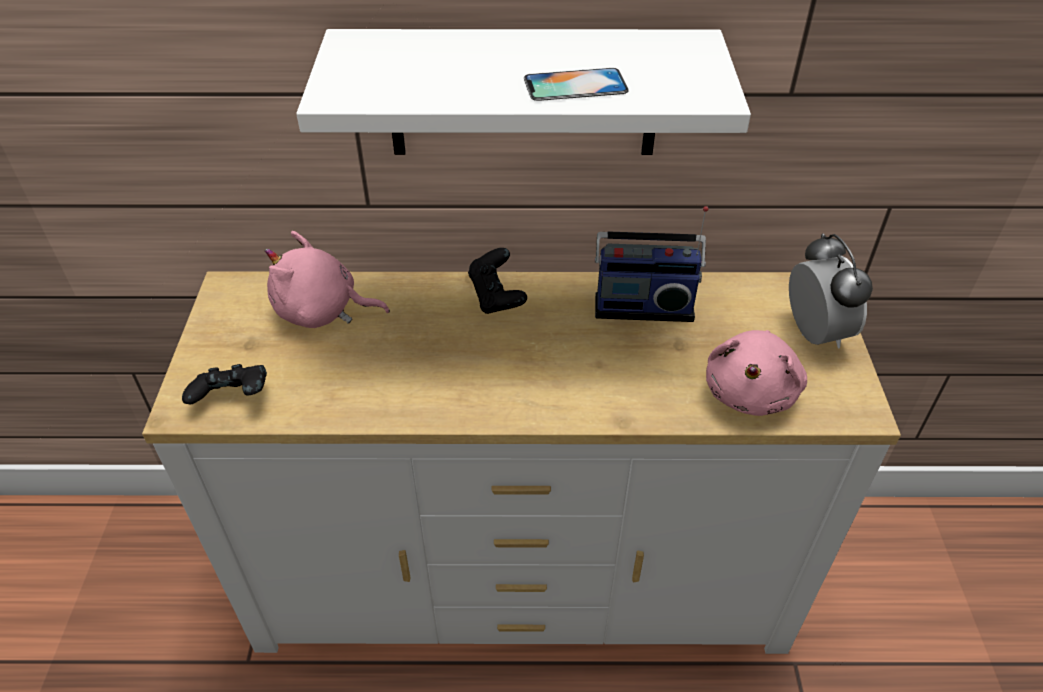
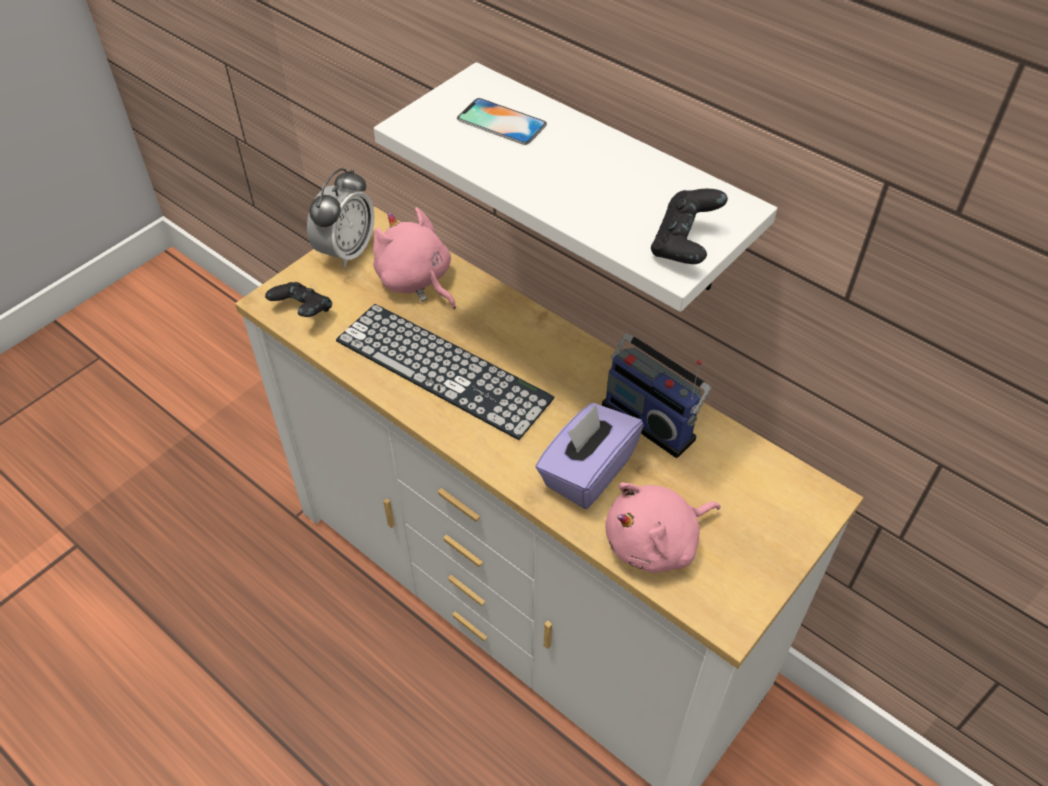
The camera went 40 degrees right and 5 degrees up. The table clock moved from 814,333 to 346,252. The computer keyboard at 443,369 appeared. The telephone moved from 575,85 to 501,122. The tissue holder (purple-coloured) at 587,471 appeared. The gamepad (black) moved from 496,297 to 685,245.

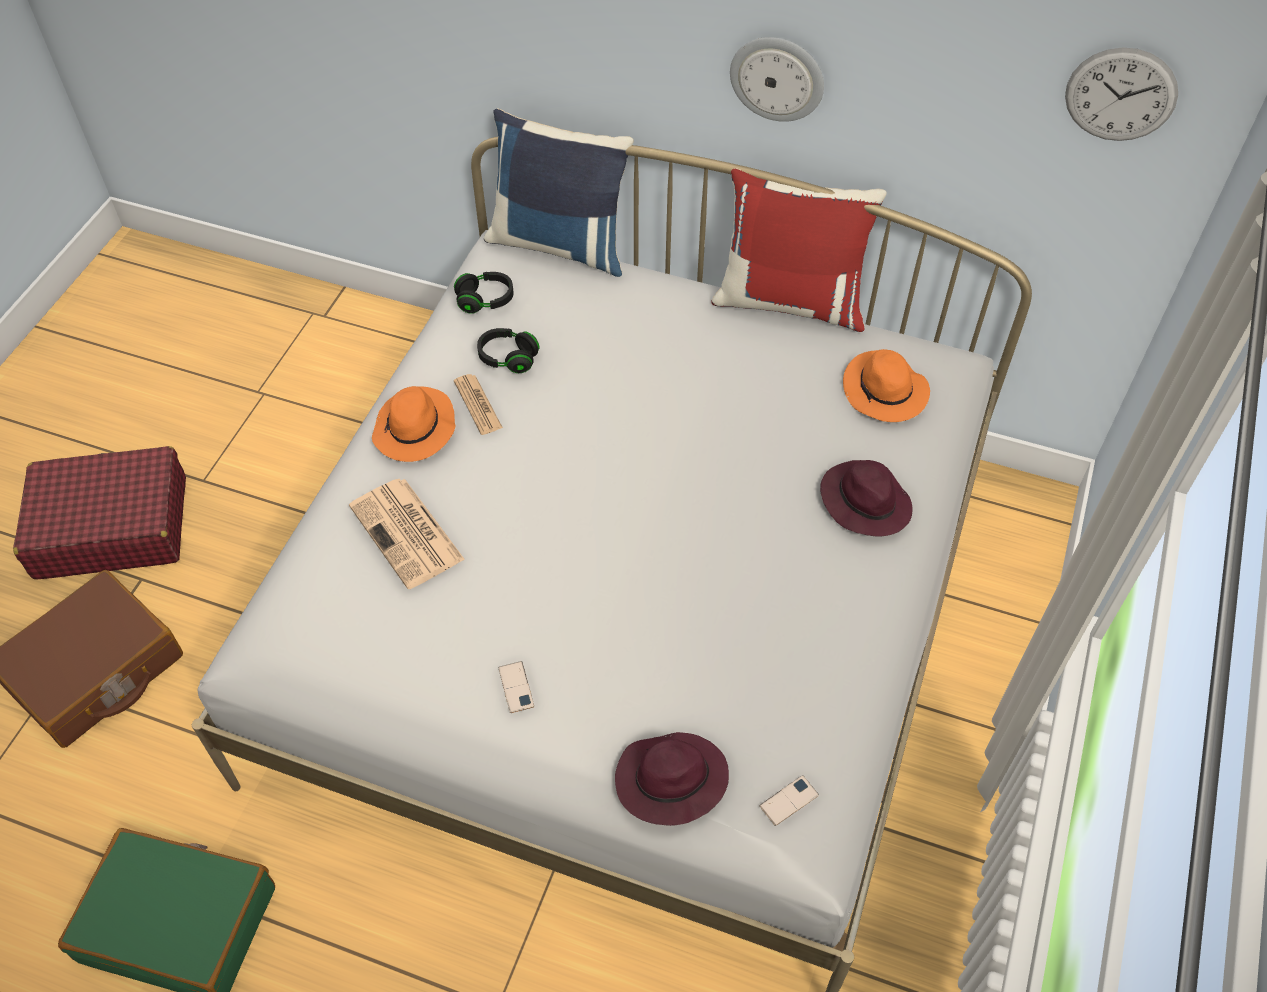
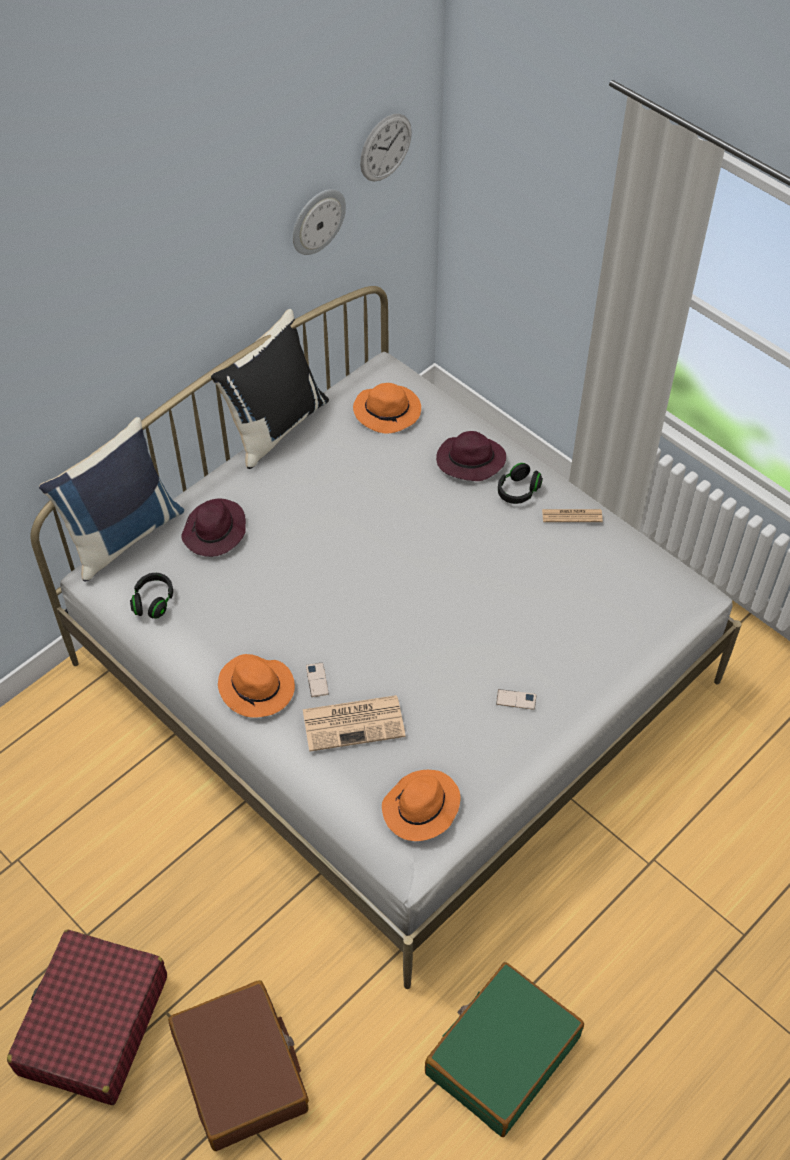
The camera went 65 degrees left and 0 degrees up. The hat (purple-coloured) moved from 669,781 to 215,532. The pillow (red-coloured) at 791,301 became the pillow (black) at 275,425. The hanging clock moved from 777,78 to 317,221. The telephone moved from 789,800 to 317,680. The hat (orange) at 420,808 appeared. The headphones (black) moved from 508,358 to 518,491. The newspaper moved from 478,405 to 572,516.

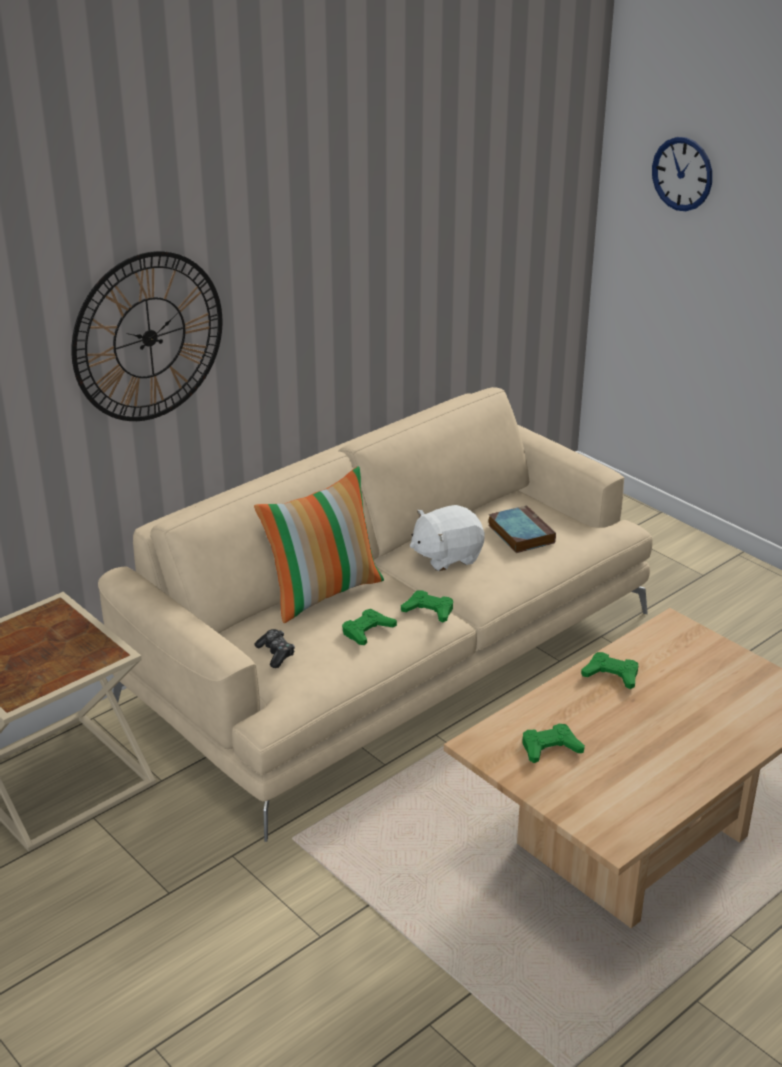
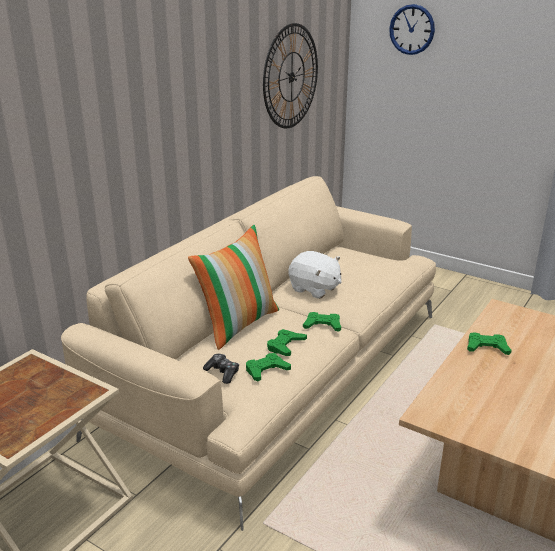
The camera went 15 degrees left and 5 degrees down. The gamepad (green) moved from 550,748 to 266,370. The hanging clock moved from 149,337 to 291,77. The plush toy (whitish) at 446,556 turned 105 degrees counterclockwise. The bound book at 520,533 disappeared.

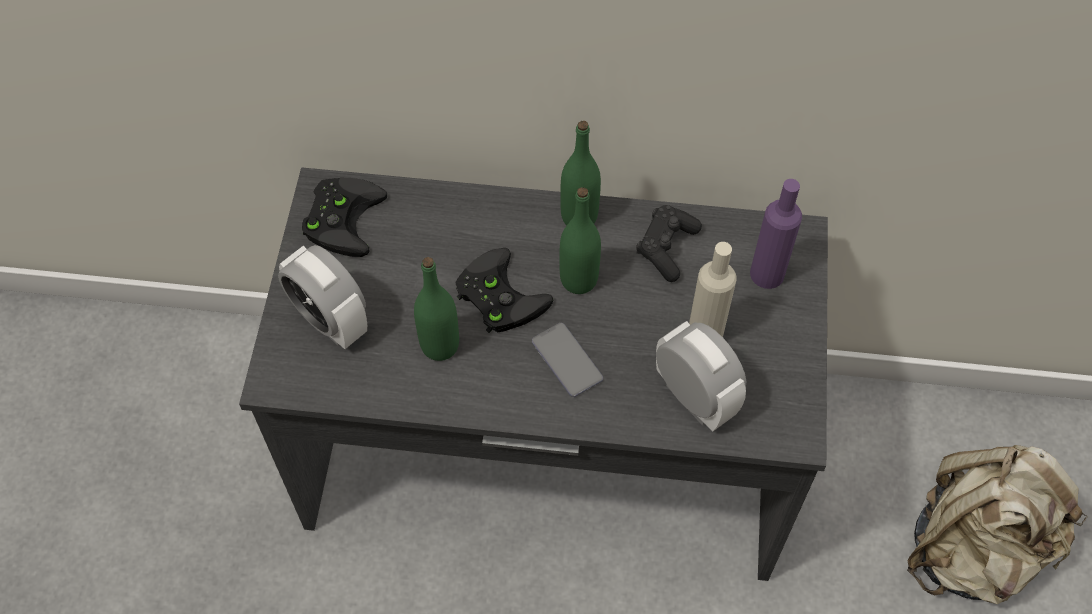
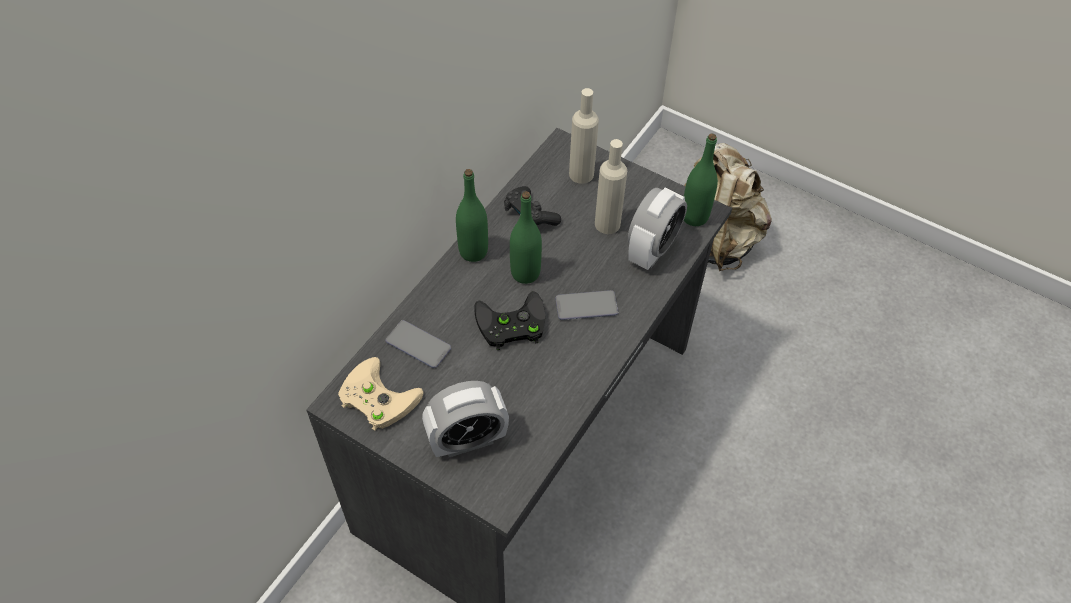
The camera went 65 degrees left and 5 degrees down. The gamepad (black) at 341,217 became the gamepad (beige) at 375,398. The telephone at 418,345 appeared. The beverage bottle (purple-coloured) at 767,274 became the beverage bottle (beige) at 581,174. The table clock at 694,398 turned 135 degrees clockwise. The beverage bottle (green) moved from 440,345 to 694,216.

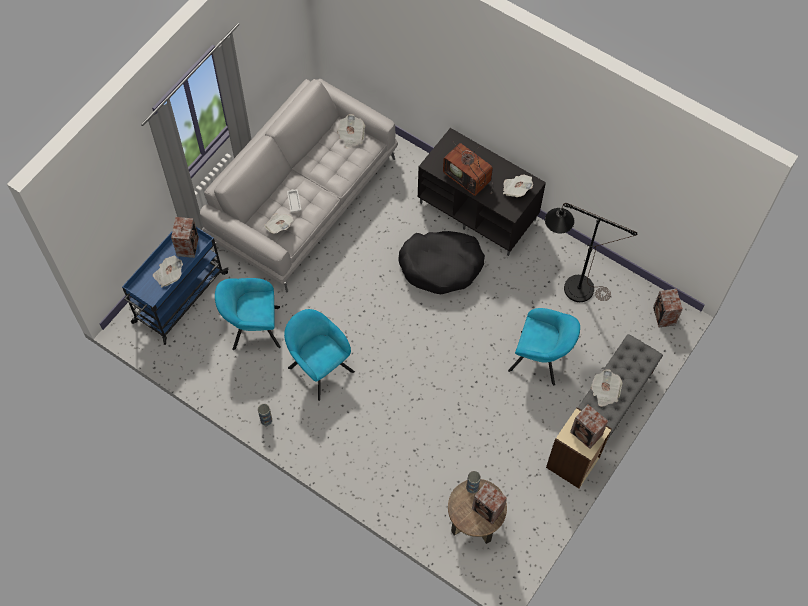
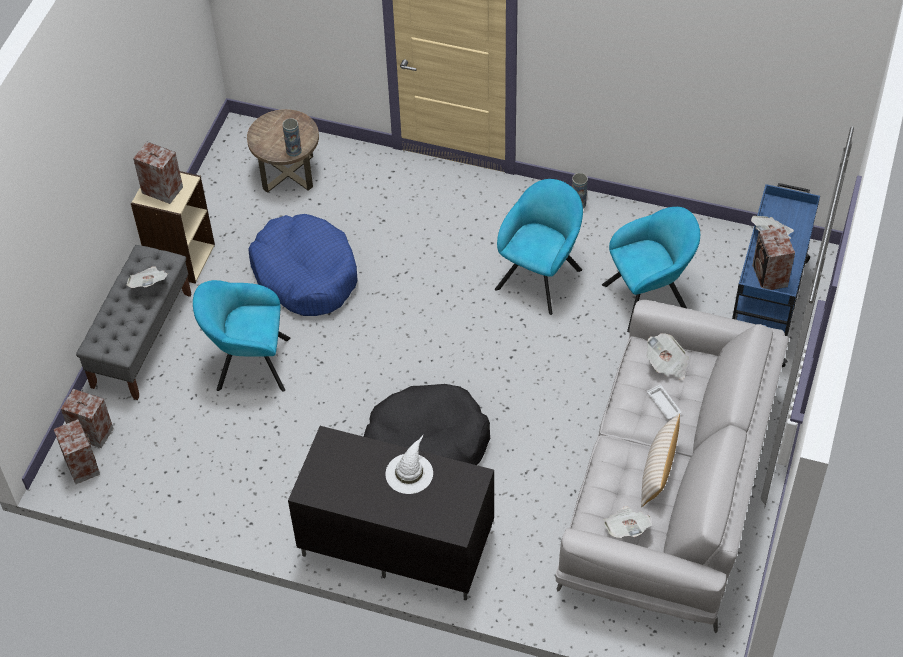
The camera went 165 degrees right and 10 degrees down. The audio speaker moved from 488,510 to 91,432. The pet bed (bluish) at 305,274 appeared. The TV set at 469,178 was replaced by the hat (whitish) at 409,472. The easy chair (blue-green) at 318,367 turned 90 degrees counterclockwise. The pillow (beige) at 658,471 appeared. The newspaper at 516,189 disappeared. The standing lamp (black) at 570,287 disappeared.

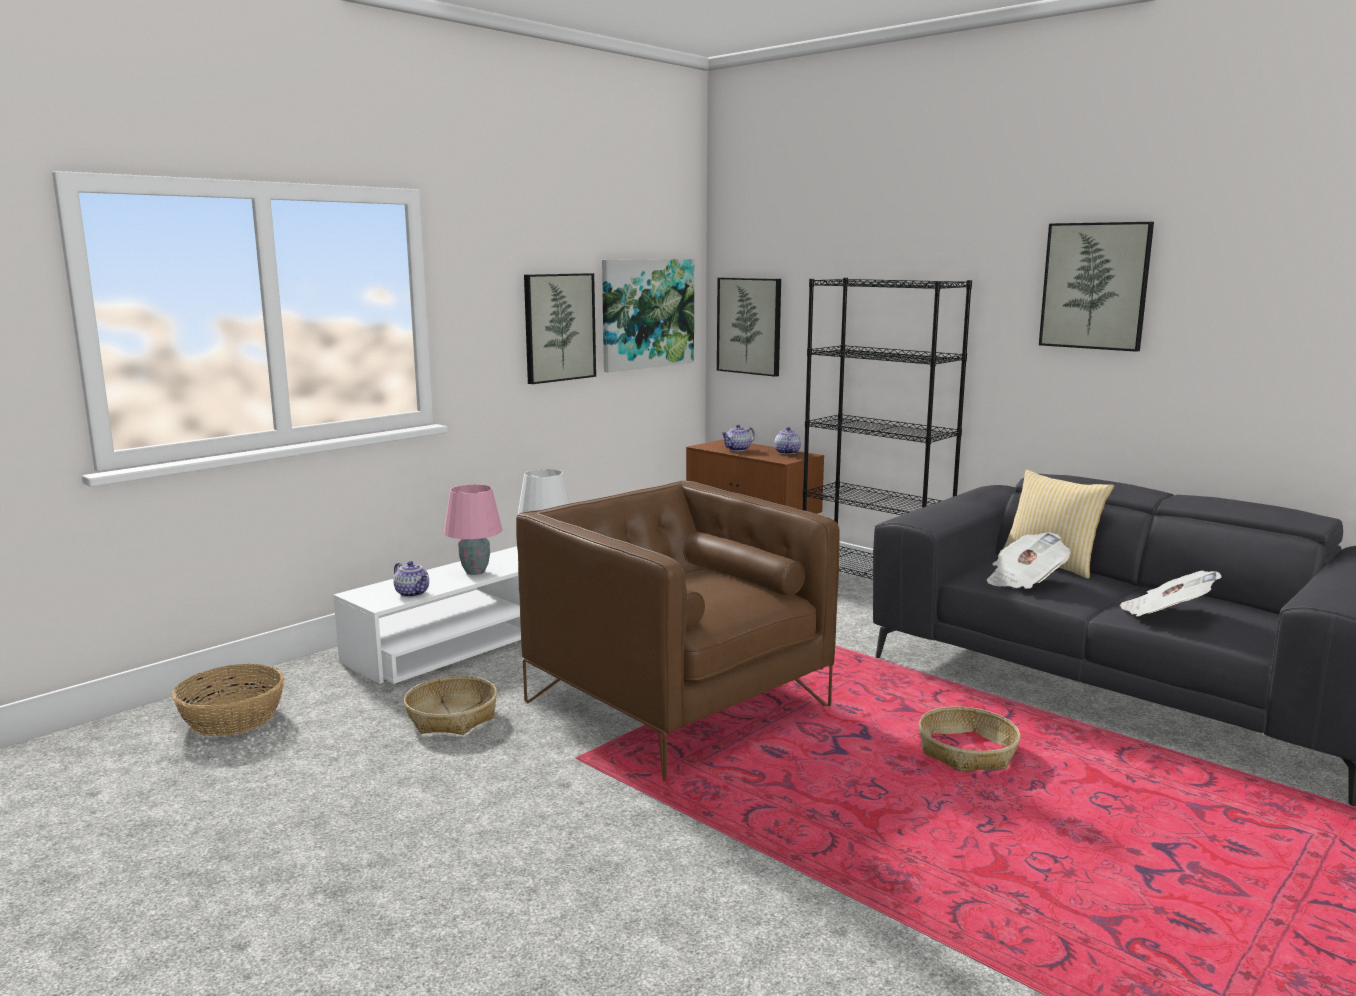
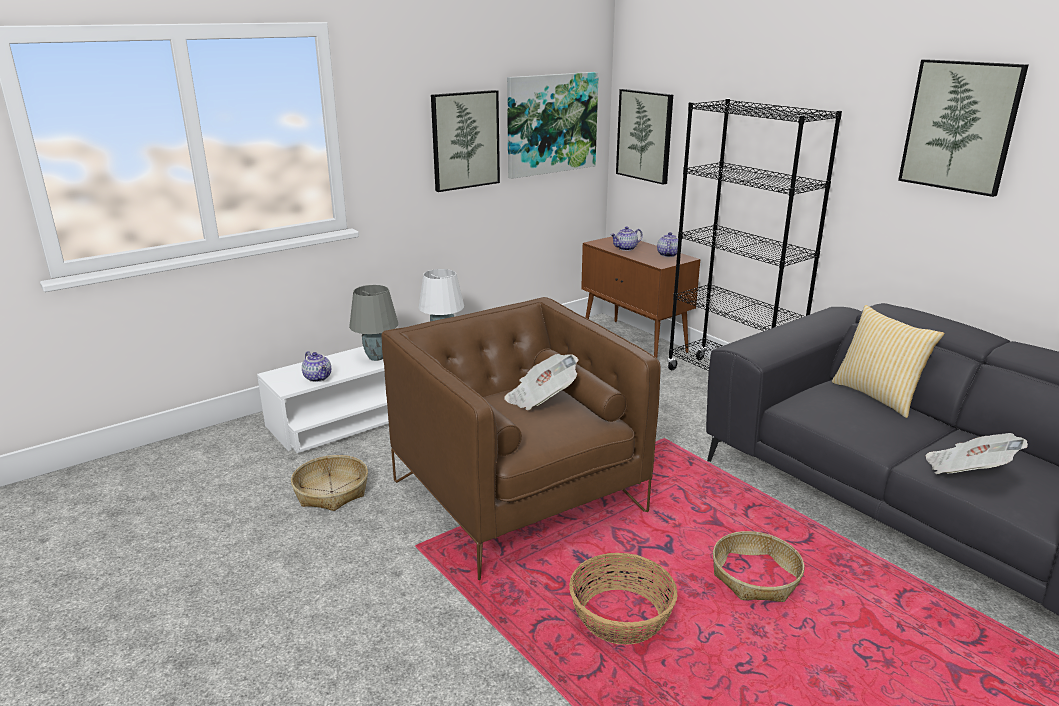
The camera went 10 degrees right and 10 degrees up. The lamp for a table (pink) at 474,572 became the lamp for a table (gray) at 376,357. The newspaper moved from 1024,581 to 541,399. The storage basket moved from 234,718 to 621,616.

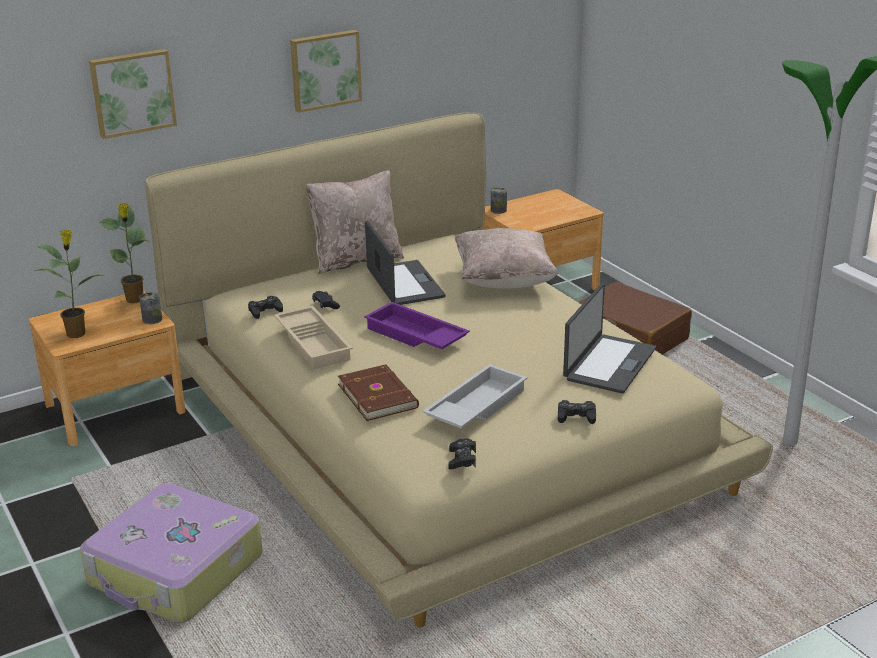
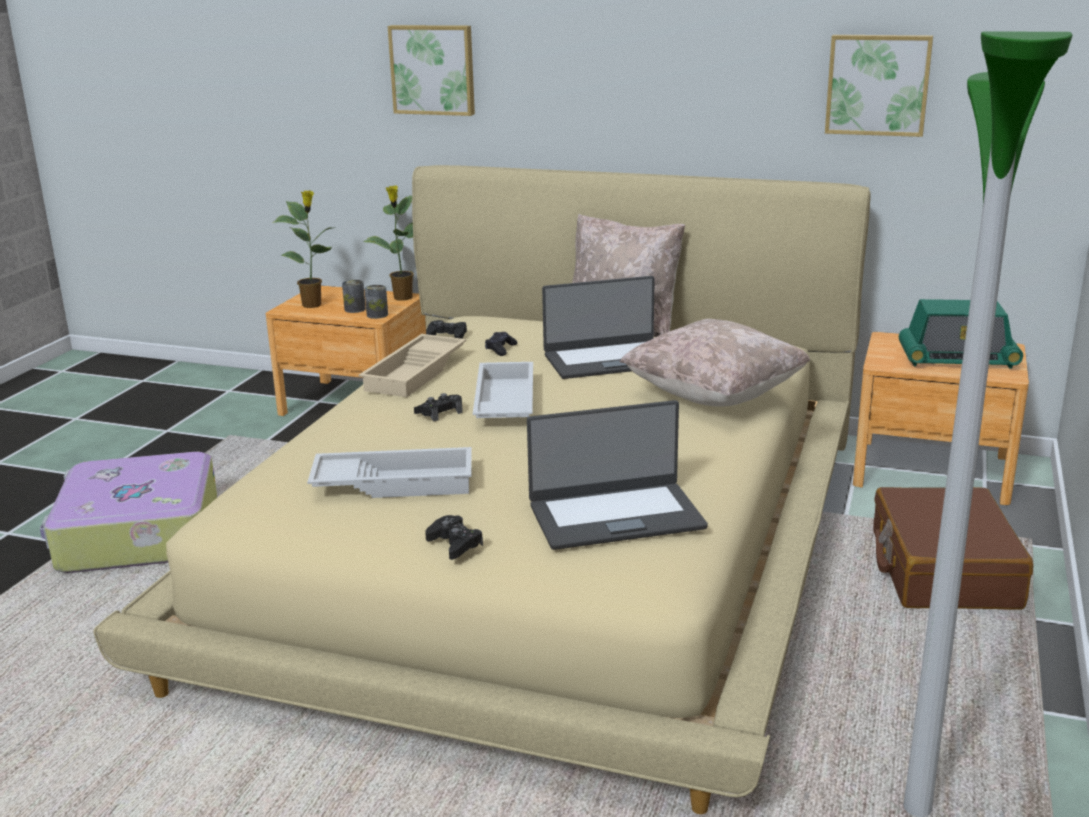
The camera went 50 degrees right and 5 degrees down. The can moved from 498,210 to 355,309. The gamepad (black) moved from 462,459 to 439,413. The carrying tray (purple-coloured) at 414,336 became the carrying tray (whitish) at 503,403. The portable computer at 403,284 turned 45 degrees clockwise. The wall picture moved from 325,70 to 878,84. The radio receiver at 957,359 appeared. The bound book (brown) at 378,395 disappeared.

